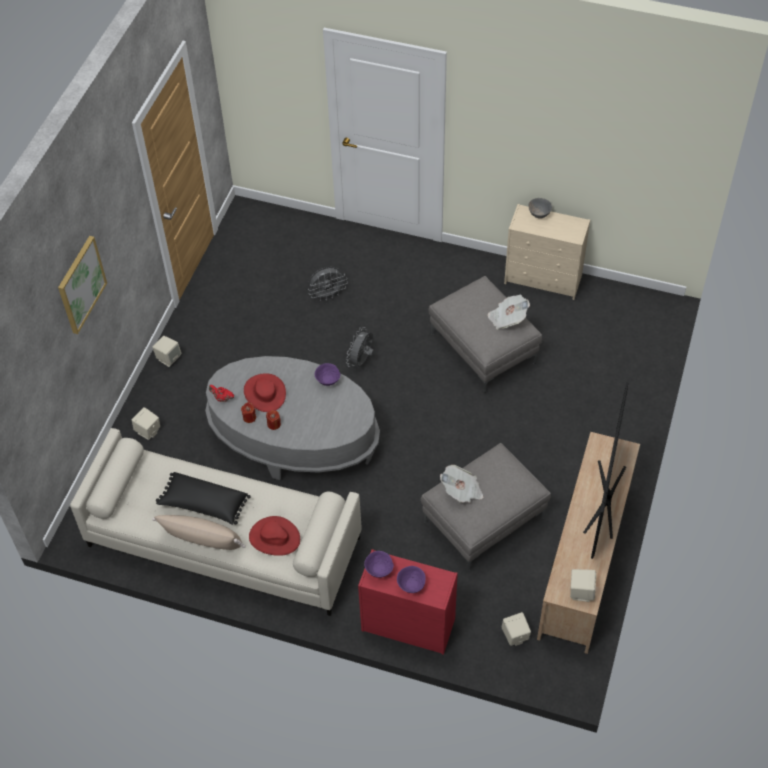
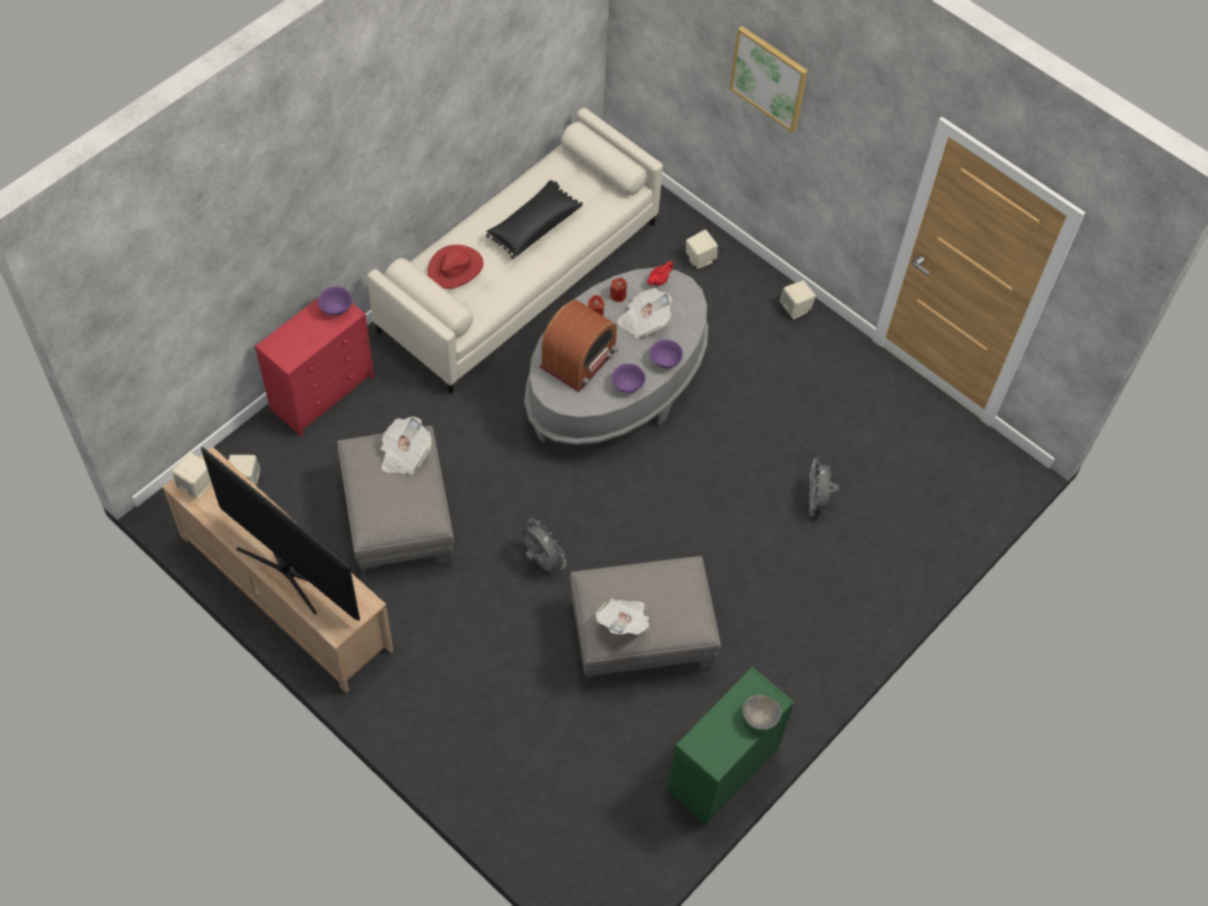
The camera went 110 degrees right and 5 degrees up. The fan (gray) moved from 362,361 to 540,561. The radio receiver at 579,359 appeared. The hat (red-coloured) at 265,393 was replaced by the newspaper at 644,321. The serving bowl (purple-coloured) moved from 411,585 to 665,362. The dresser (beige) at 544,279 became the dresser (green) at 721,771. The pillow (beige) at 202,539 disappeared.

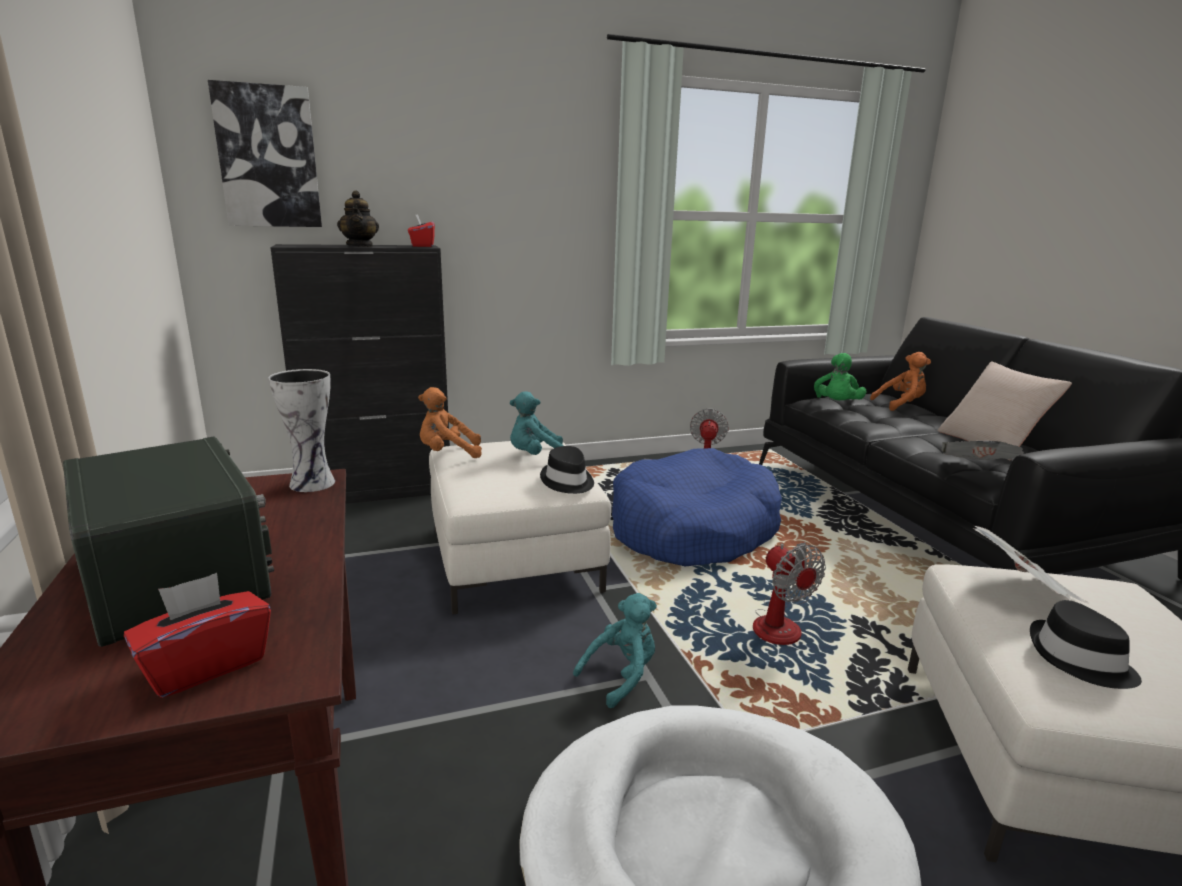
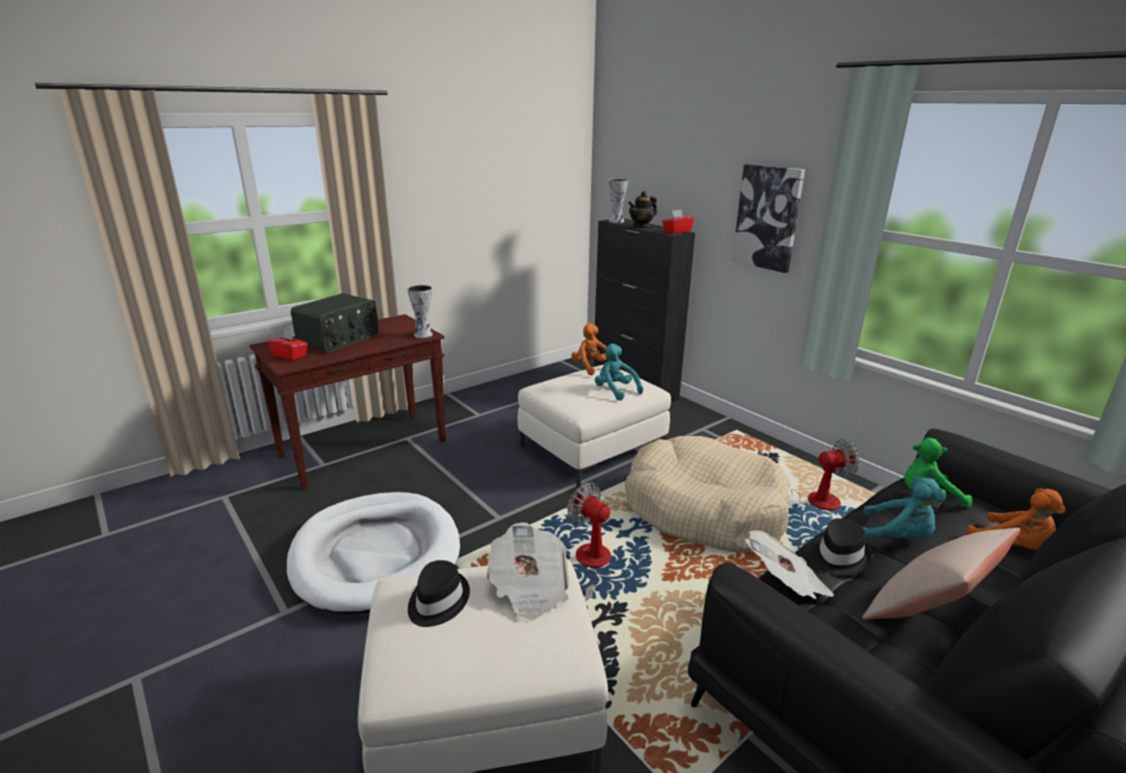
The camera went 70 degrees right and 5 degrees up. The fan at 781,622 turned 90 degrees clockwise. The vase at 616,221 appeared. The pet bed (bluish) at 692,529 became the pet bed (beige) at 704,509. The wall picture moved from 268,157 to 768,217. The hat (black) moved from 567,481 to 838,555. The plush toy (blue-green) moved from 621,676 to 897,537.

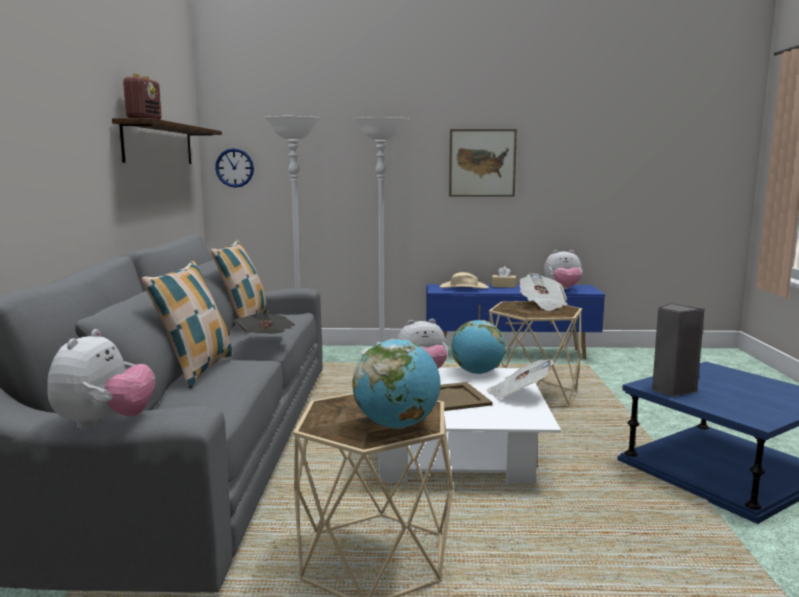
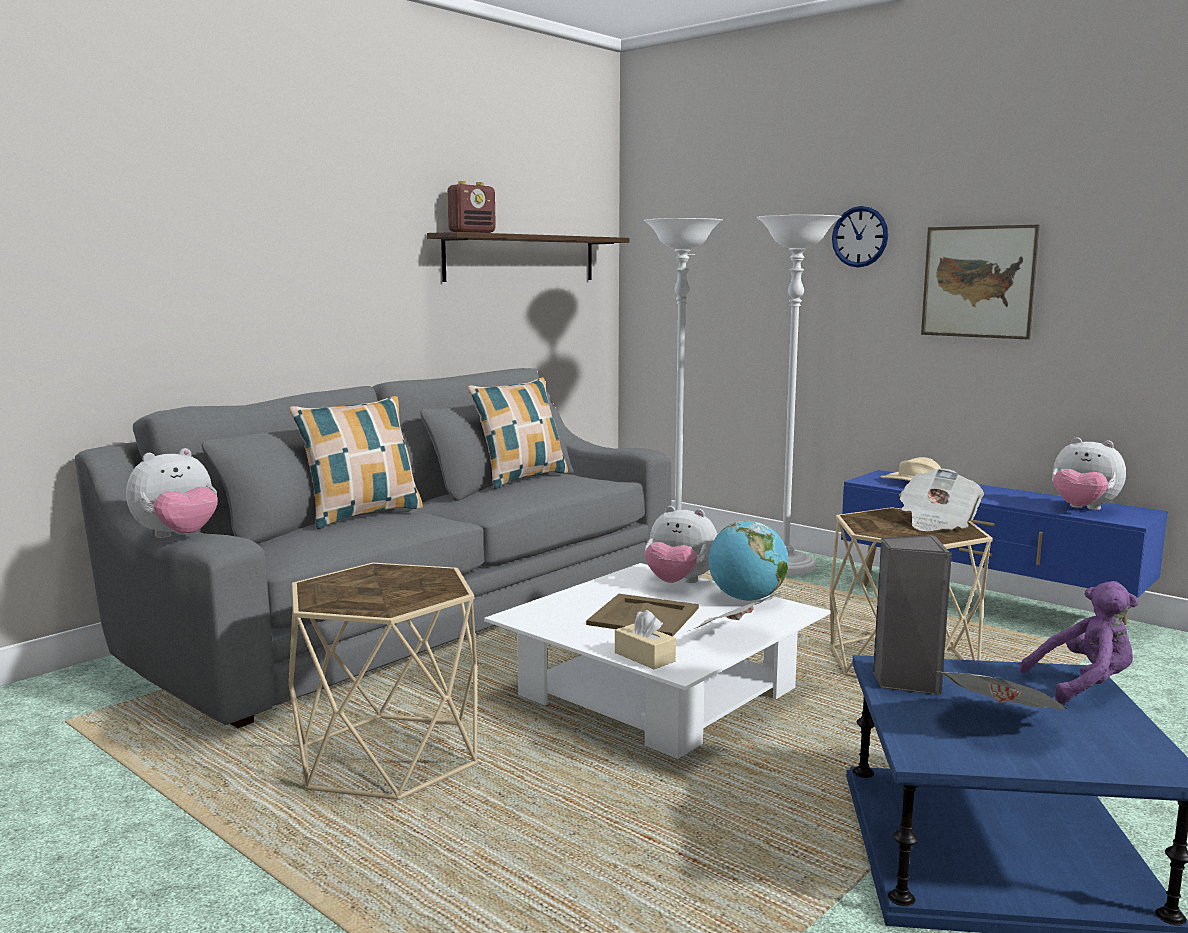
The camera went 40 degrees right and 0 degrees up. The tissue holder (beige) moved from 503,286 to 644,657. The hanging clock moved from 234,168 to 860,236. The newspaper moved from 266,340 to 1000,723. The plush toy (purple-coloured) at 1083,686 appeared. The globe at 397,425 disappeared.

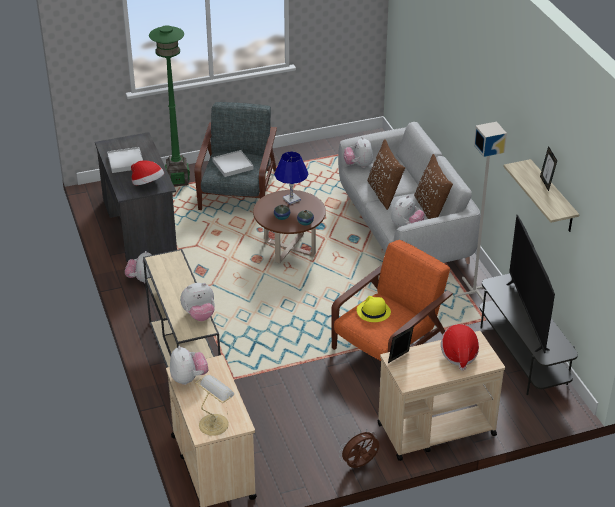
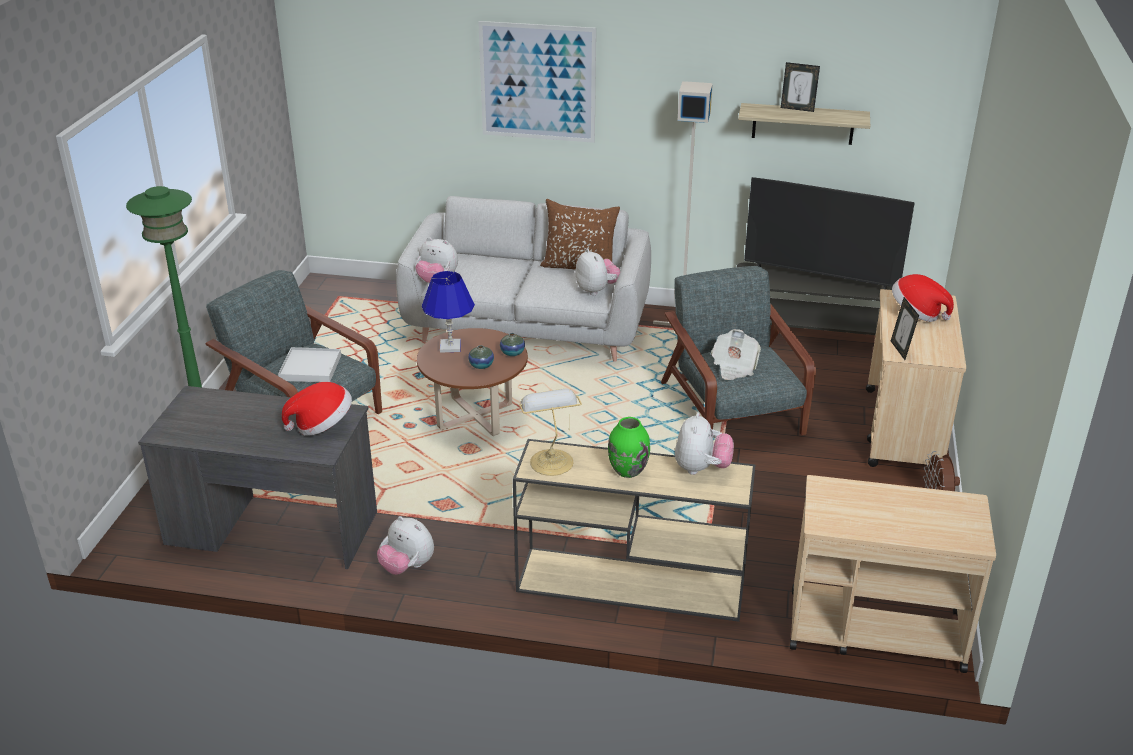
The camera went 60 degrees left and 5 degrees down. The wall picture at 537,82 appeared. The lamp for a table moved from 214,423 to 550,461. The vase (green) at 628,470 appeared. The easy chair (orange) at 389,345 became the easy chair (gray) at 732,410. The hat (yellow-coloured) at 373,312 was replaced by the newspaper at 734,367. The carrying tray (whitish) at 125,161 disappeared. The plush toy at 189,378 disappeared. The pillow (brown) at 384,194 disappeared.

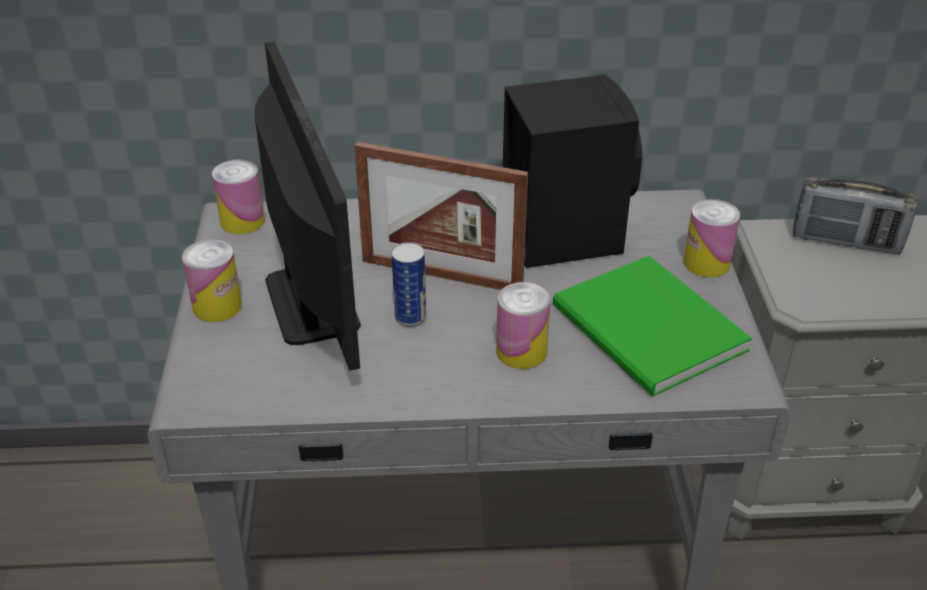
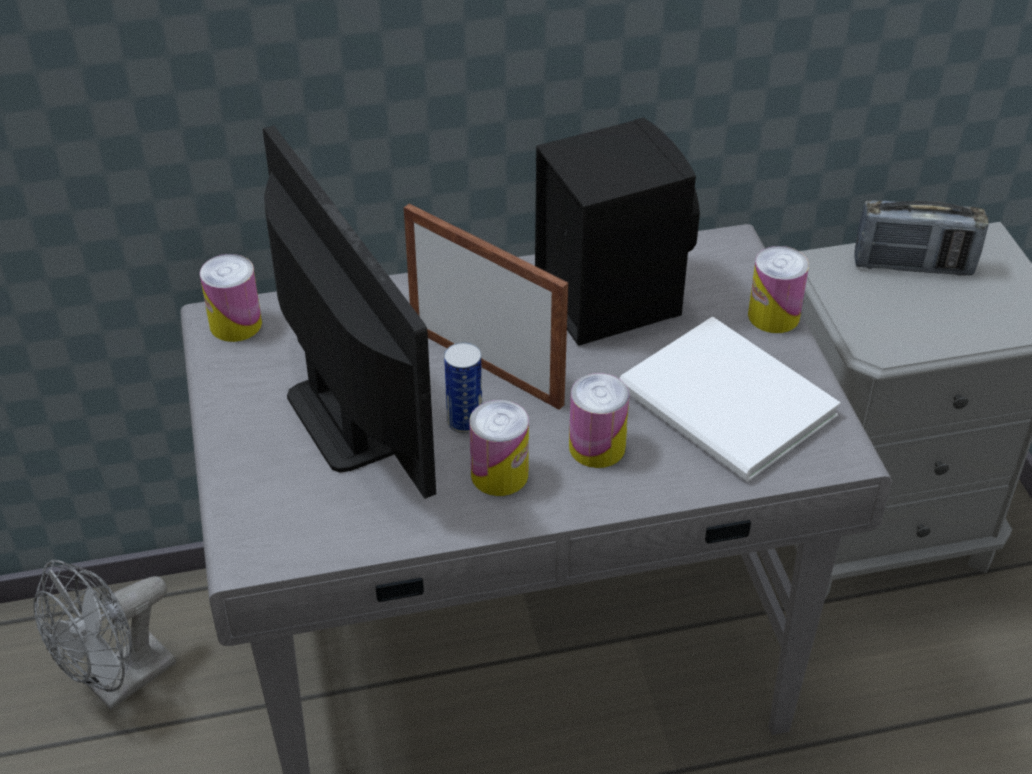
The camera went 10 degrees left and 5 degrees up. The fan (gray) at 119,683 appeared. The picture frame at 441,275 turned 150 degrees counterclockwise. The can moved from 217,306 to 499,474. The bound book (green) at 648,332 became the bound book (whitish) at 728,407.

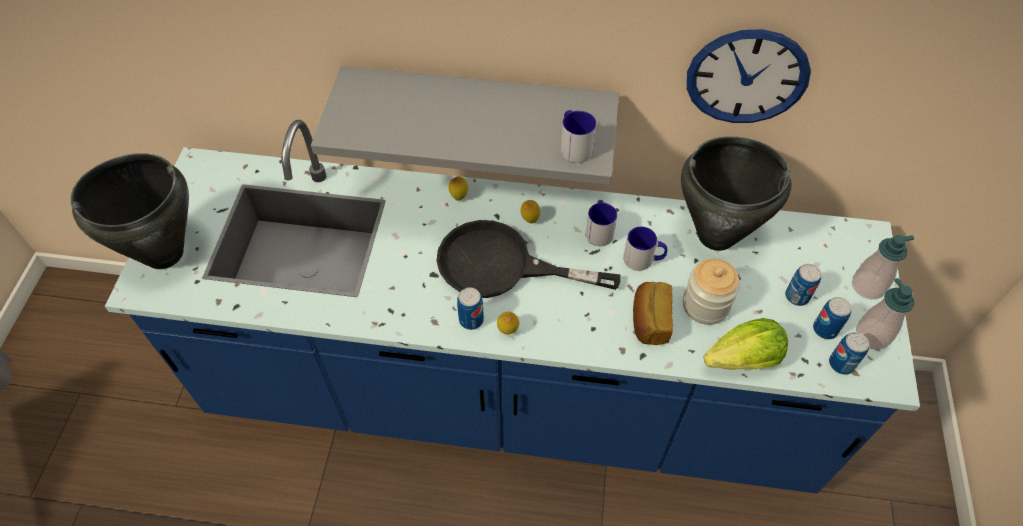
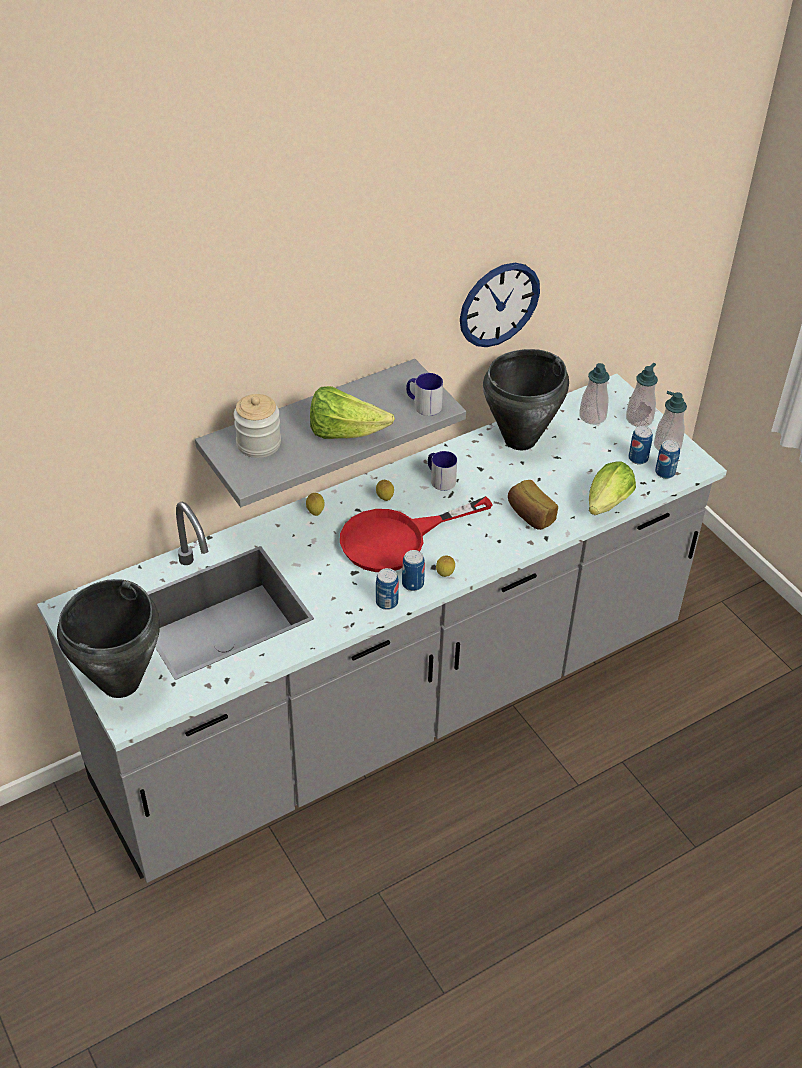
The camera went 40 degrees left and 10 degrees down. The kitchen base unit (bluish) at 511,398 became the kitchen base unit (gray) at 397,708. The jar moved from 705,305 to 259,444. The lettuce at 345,432 appeared. The pan (black) at 502,266 became the pan (red-coloured) at 397,539. The can moved from 797,296 to 387,602. The liquid soap bottle at 592,416 appeared. The coffee mug at 643,259 disappeared.

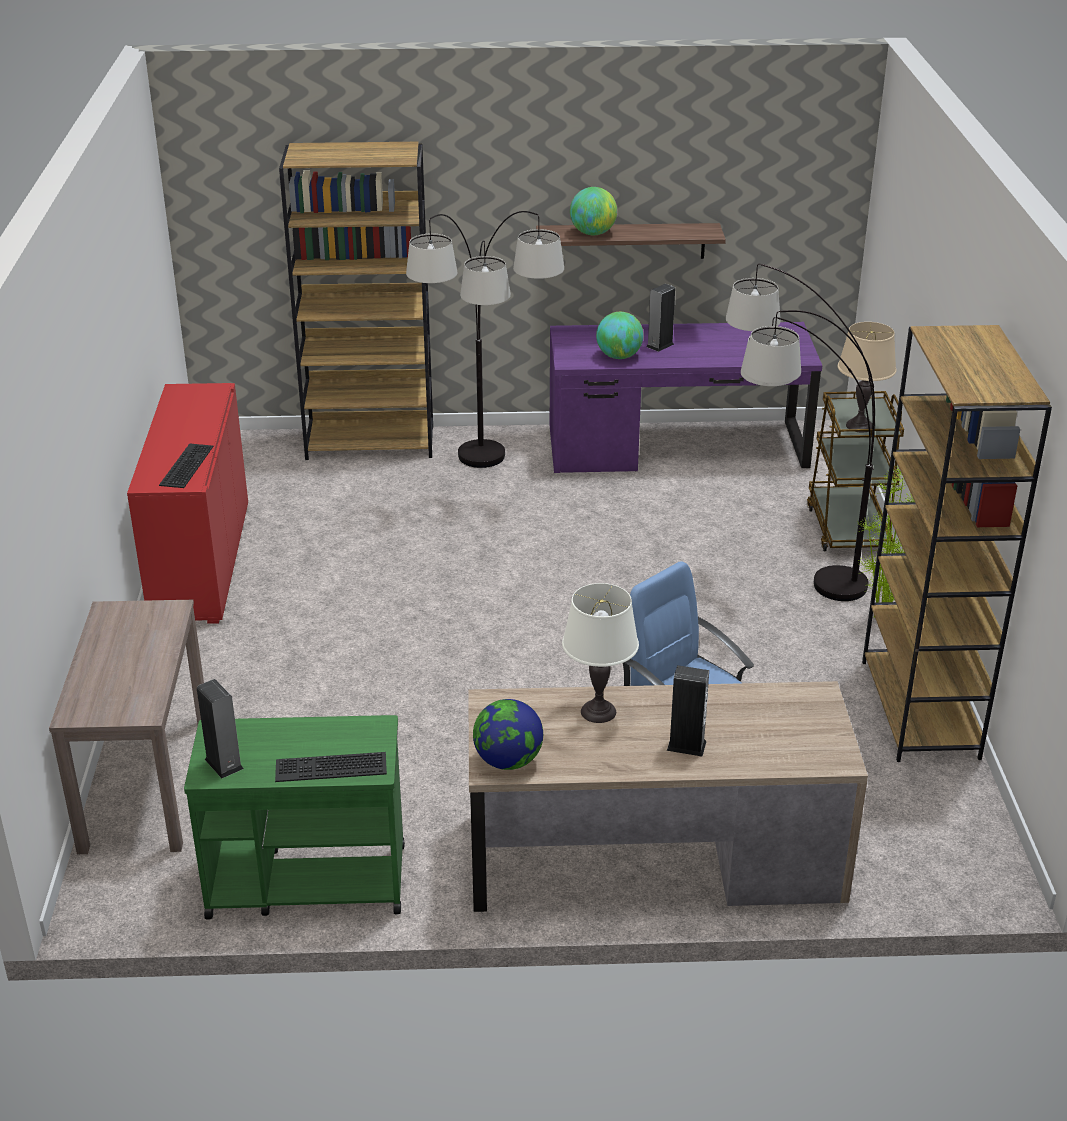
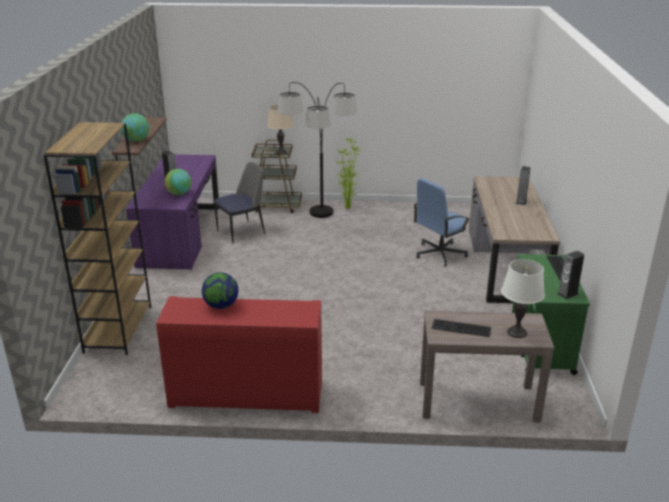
The camera went 85 degrees left and 5 degrees down. The globe moved from 508,761 to 221,306. The plain chair at 242,232 appeared. The computer keyboard moved from 185,465 to 460,328. The lamp for a table (whitish) moved from 598,712 to 517,332. The standing lamp at 487,485 disappeared. The shelving unit (brown) at 920,709 disappeared.

